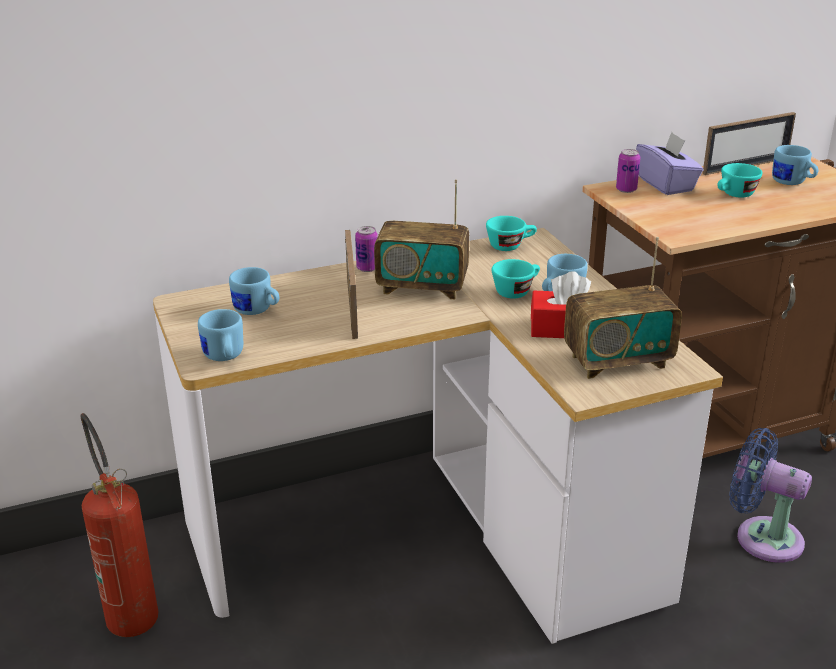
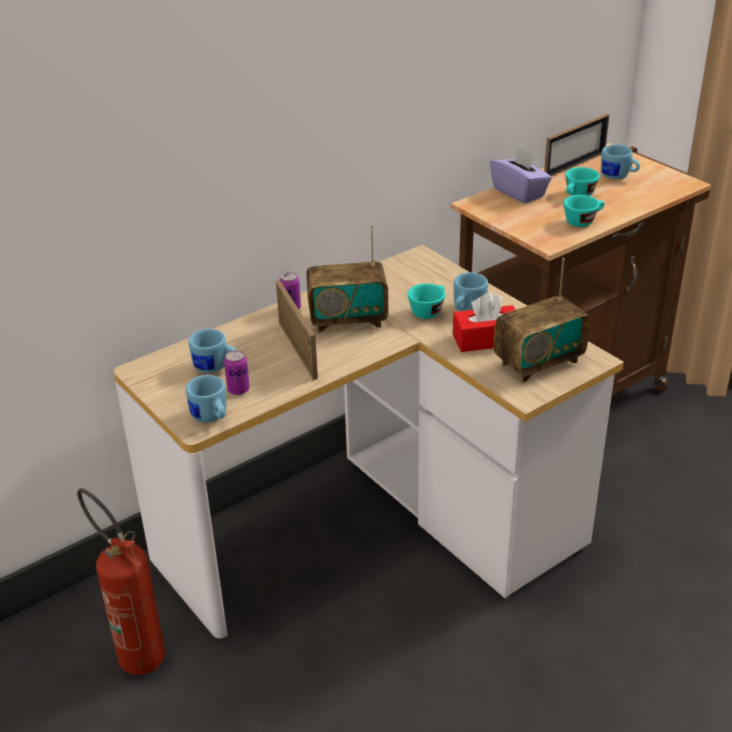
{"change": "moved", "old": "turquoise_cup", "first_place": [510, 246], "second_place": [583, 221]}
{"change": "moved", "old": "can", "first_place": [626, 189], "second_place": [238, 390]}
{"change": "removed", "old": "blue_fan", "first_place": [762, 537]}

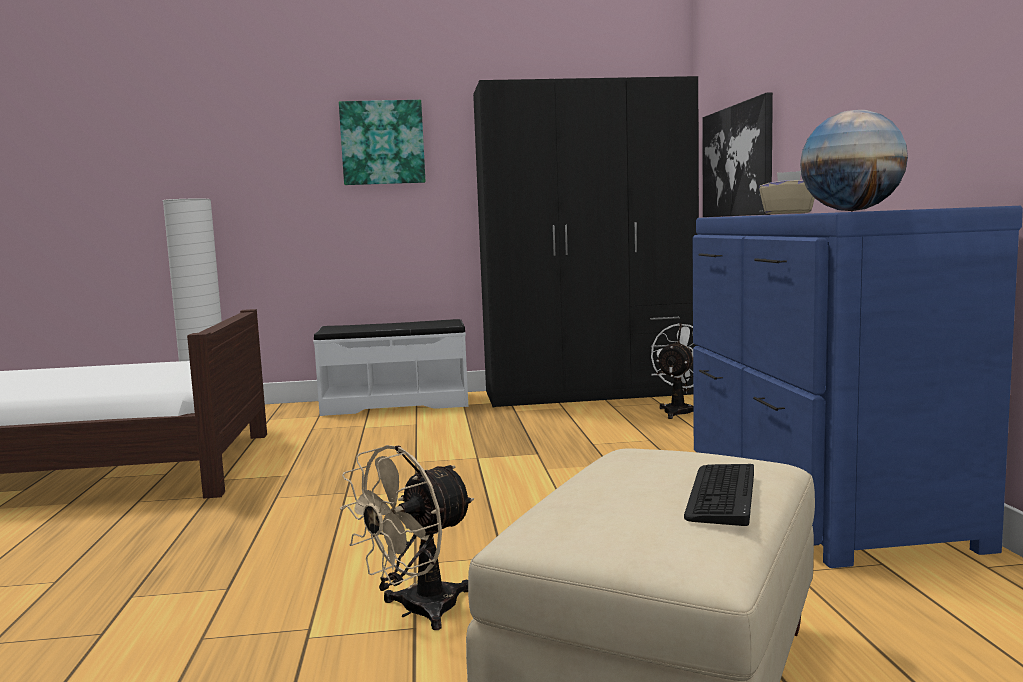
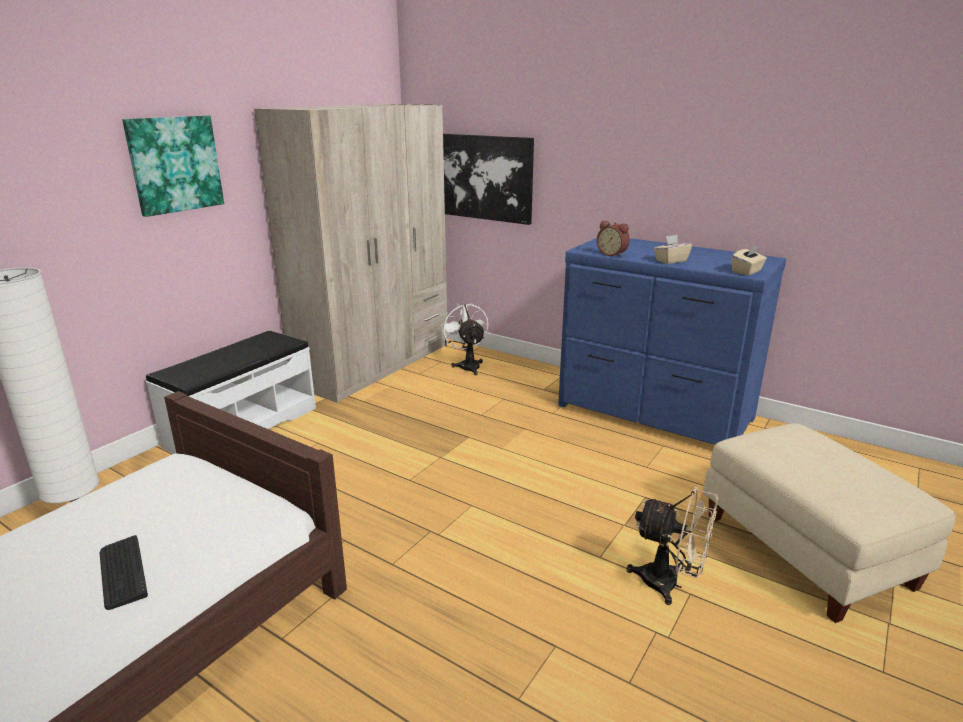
{"change": "turned", "old": "beige_fan", "first_place": [417, 611], "second_place": [670, 584], "degrees": -60}
{"change": "recoloured", "old": "black_wardrobe", "new": "beige_wardrobe", "first_place": [590, 393], "second_place": [375, 364]}
{"change": "moved", "old": "keyboard", "first_place": [721, 494], "second_place": [122, 572]}
{"change": "replaced", "old": "globe", "new": "beige_tissue_box", "first_place": [852, 211], "second_place": [747, 272]}
{"change": "added", "new": "alarm_clock", "second_place": [612, 254]}

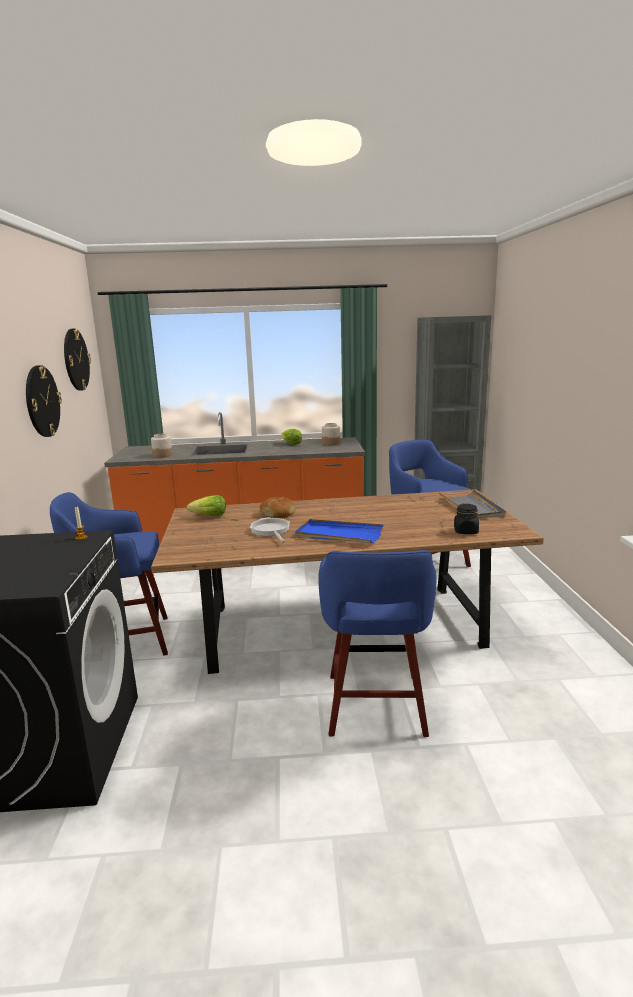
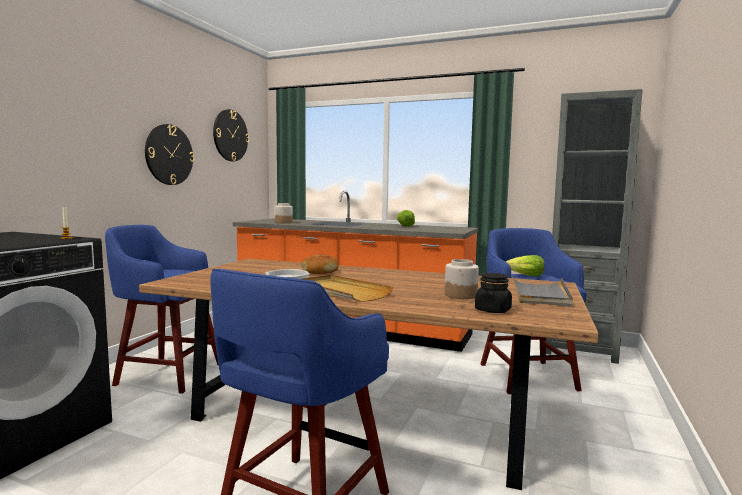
{"change": "moved", "old": "lettuce", "first_place": [209, 516], "second_place": [525, 276]}
{"change": "recoloured", "old": "blue_tray", "new": "beige_tray", "first_place": [338, 535], "second_place": [341, 291]}
{"change": "moved", "old": "jar", "first_place": [331, 443], "second_place": [461, 295]}

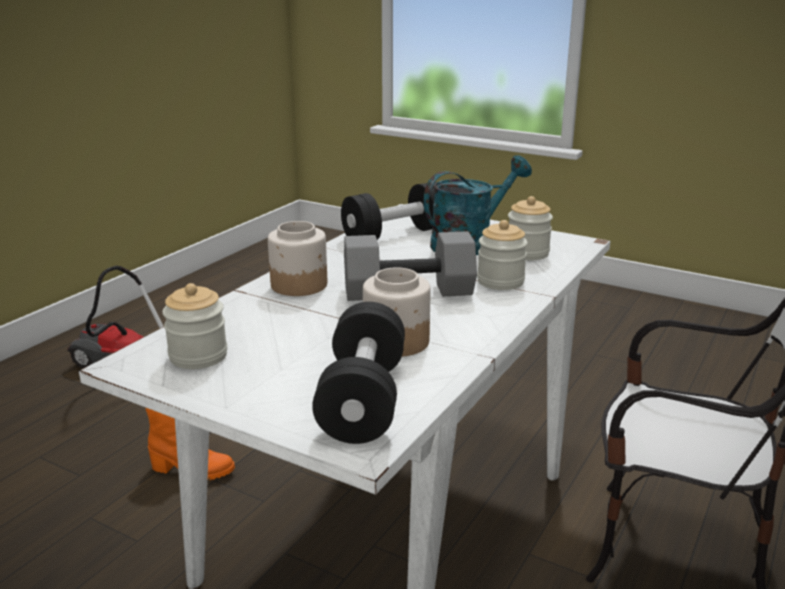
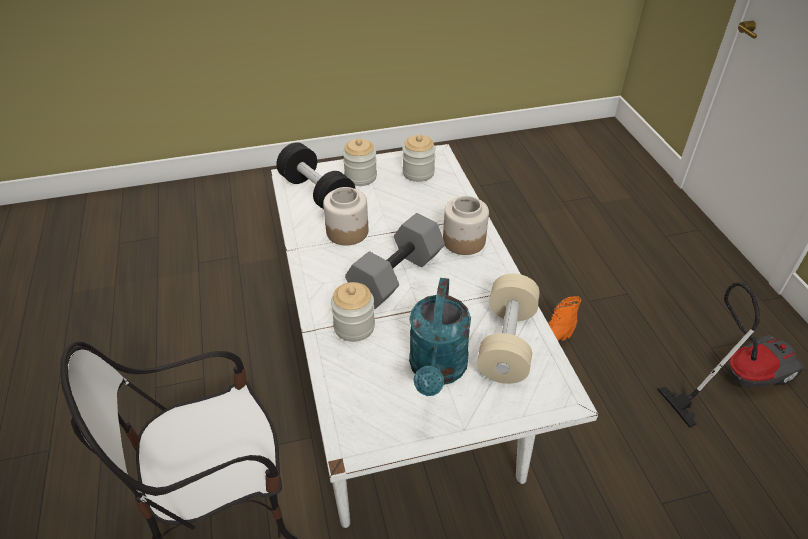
{"change": "recoloured", "old": "black_dumbbell", "new": "beige_dumbbell", "first_place": [395, 235], "second_place": [506, 342]}
{"change": "moved", "old": "jar", "first_place": [527, 253], "second_place": [360, 177]}

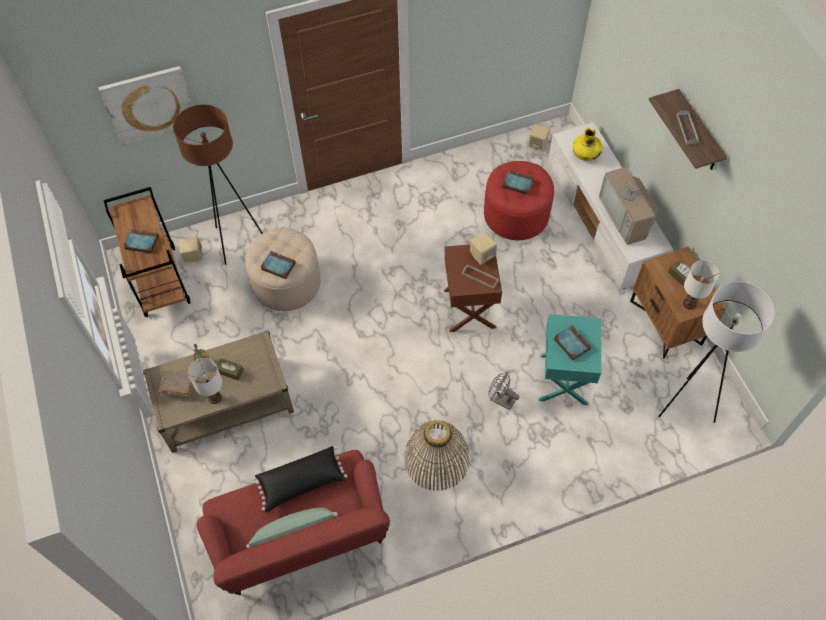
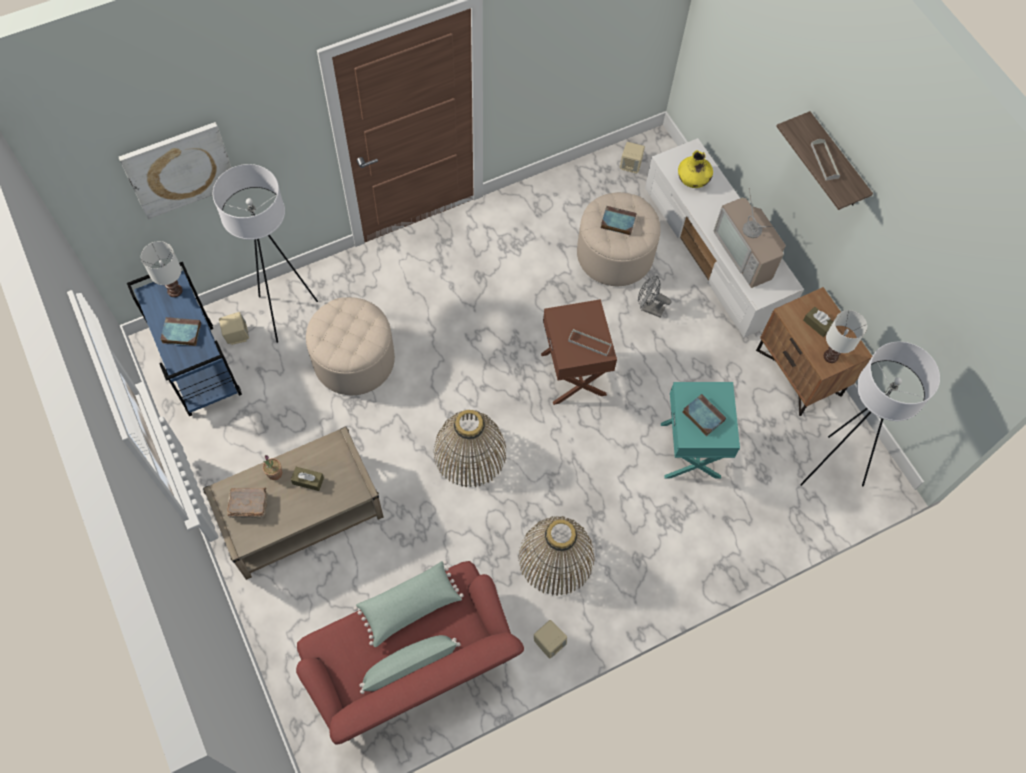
{"change": "recoloured", "old": "brown_cart", "new": "blue_cart", "first_place": [159, 280], "second_place": [199, 369]}
{"change": "recoloured", "old": "brown_floor_lamp", "new": "white_floor_lamp", "first_place": [235, 241], "second_place": [285, 313]}
{"change": "moved", "old": "white_table_lamp", "first_place": [215, 397], "second_place": [175, 290]}
{"change": "recoloured", "old": "black_pillow", "new": "green_pillow", "first_place": [301, 482], "second_place": [410, 606]}
{"change": "removed", "old": "book", "first_place": [277, 266]}
{"change": "moved", "old": "beige_speaker", "first_place": [482, 255], "second_place": [549, 642]}
{"change": "recoloured", "old": "red_ottoman", "new": "beige_ottoman", "first_place": [516, 215], "second_place": [615, 254]}
{"change": "moved", "old": "grey_fan", "first_place": [500, 400], "second_place": [649, 308]}
{"change": "added", "new": "basket", "second_place": [470, 453]}

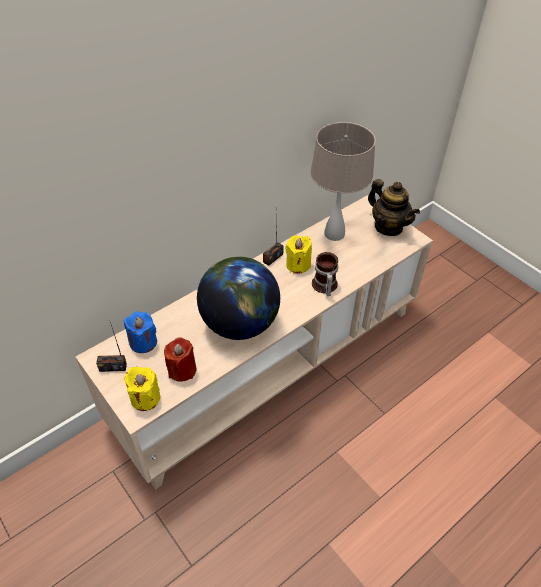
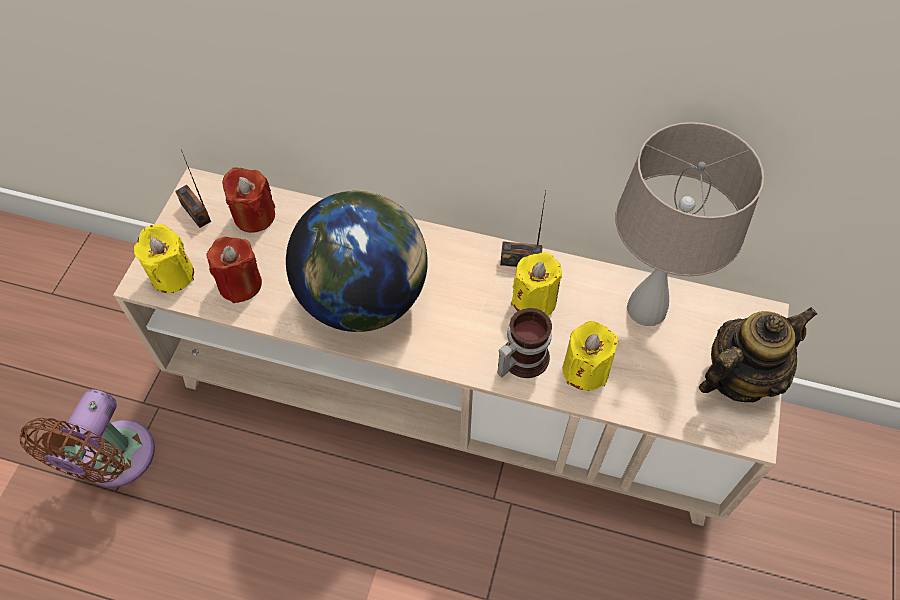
{"change": "recoloured", "old": "blue_candle", "new": "red_candle", "first_place": [143, 342], "second_place": [254, 216]}
{"change": "turned", "old": "teapot", "first_place": [388, 227], "second_place": [738, 377], "degrees": -135}
{"change": "added", "new": "brown_fan", "second_place": [115, 461]}
{"change": "added", "new": "yellow_candle", "second_place": [585, 370]}

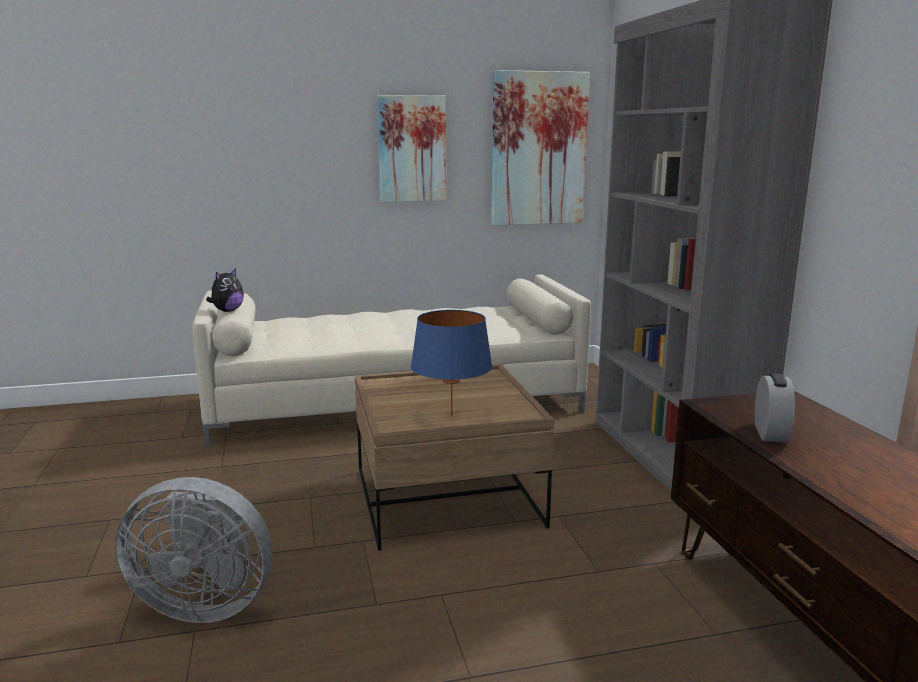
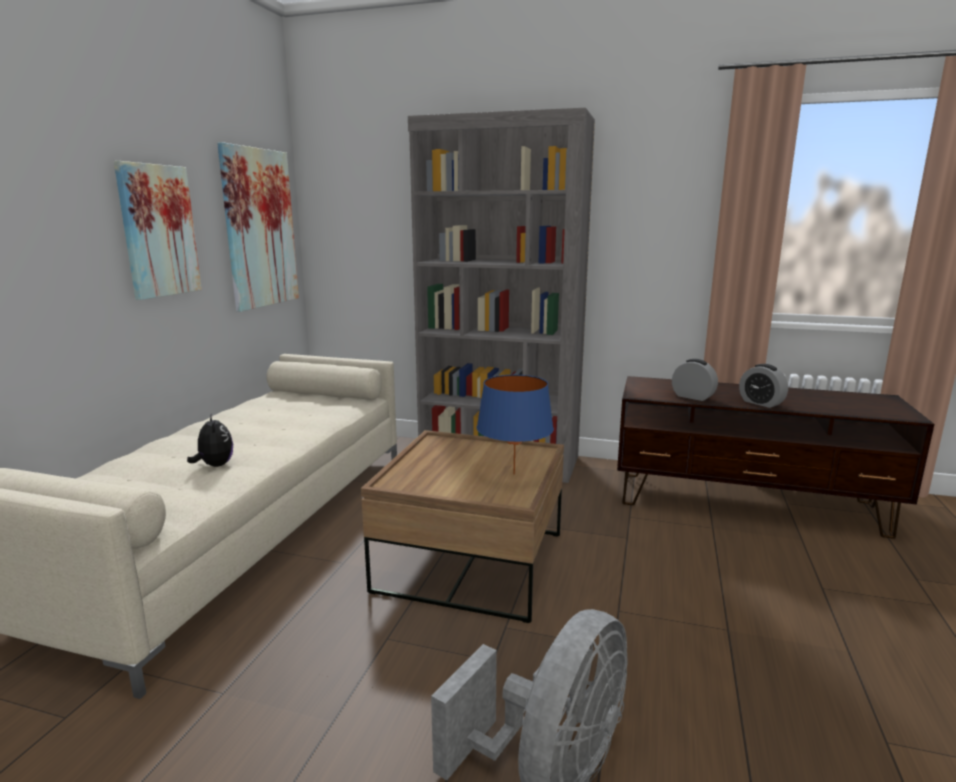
{"change": "moved", "old": "plush_toy", "first_place": [227, 311], "second_place": [215, 465]}
{"change": "added", "new": "alarm_clock", "second_place": [761, 403]}

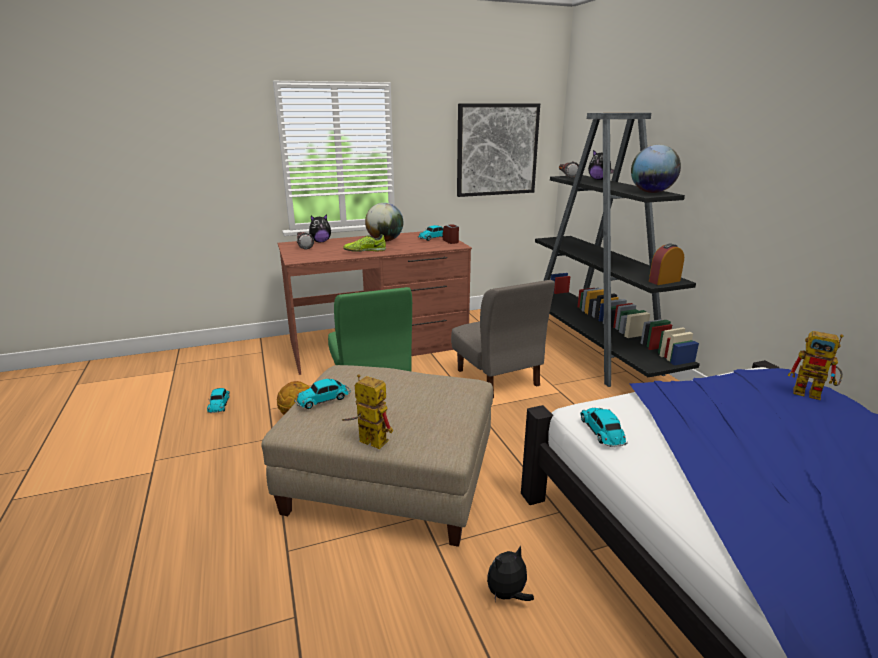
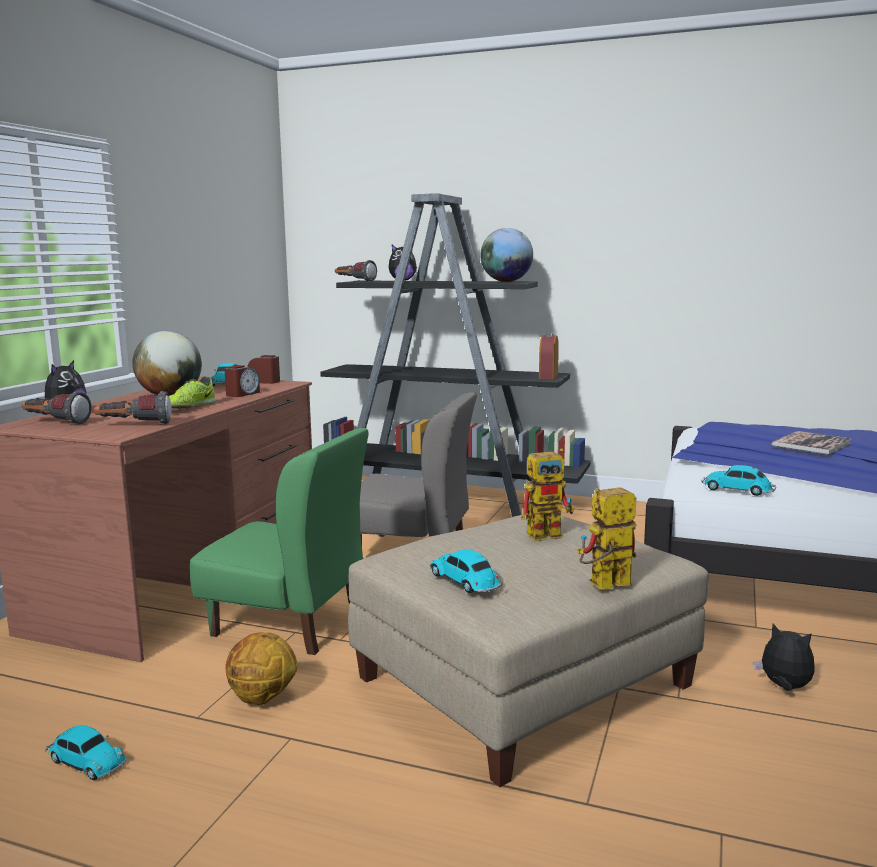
{"change": "turned", "old": "toy_car", "first_place": [324, 399], "second_place": [466, 582], "degrees": 135}
{"change": "removed", "old": "picture", "first_place": [497, 150]}
{"change": "turned", "old": "plush_toy", "first_place": [507, 595], "second_place": [784, 687], "degrees": 120}
{"change": "moved", "old": "toy_robot", "first_place": [813, 394], "second_place": [550, 533]}
{"change": "added", "new": "flashlight", "second_place": [134, 425]}
{"change": "added", "new": "alarm_clock", "second_place": [242, 394]}
{"change": "added", "new": "book", "second_place": [811, 444]}

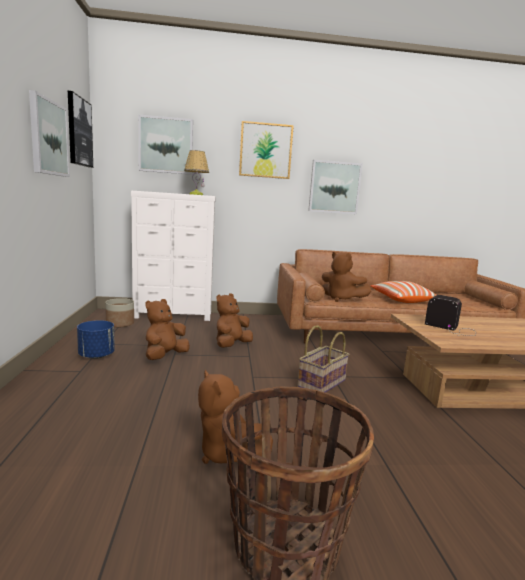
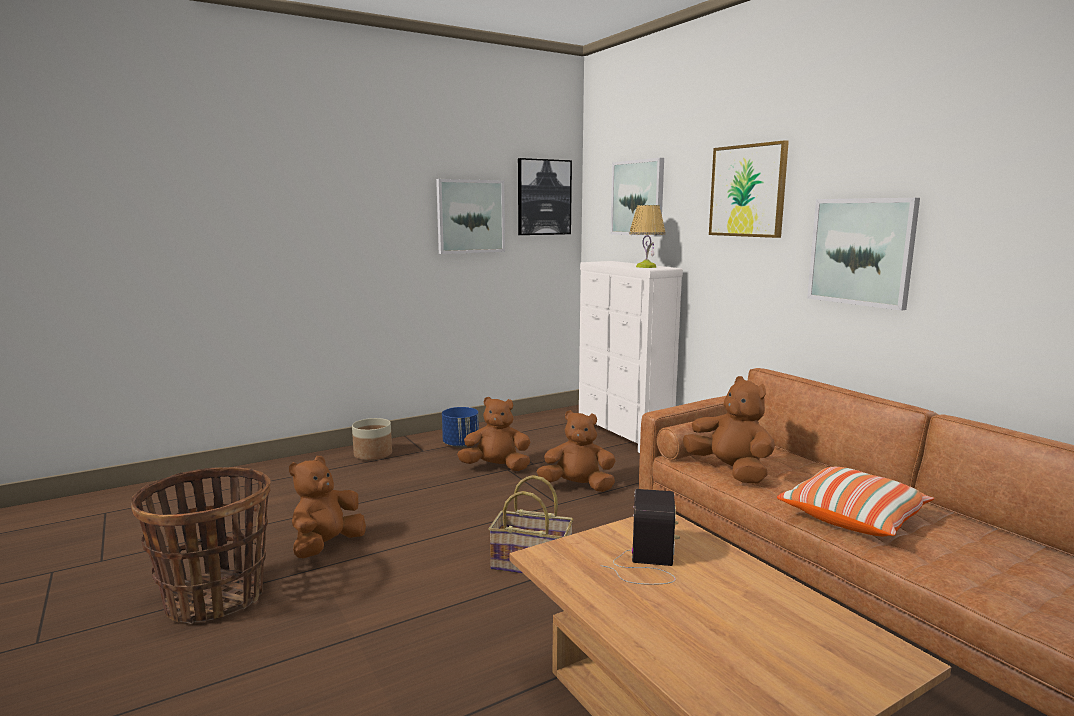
{"change": "moved", "old": "planter", "first_place": [120, 323], "second_place": [373, 454]}
{"change": "turned", "old": "brown_plush_toy", "first_place": [341, 299], "second_place": [730, 471], "degrees": 135}

